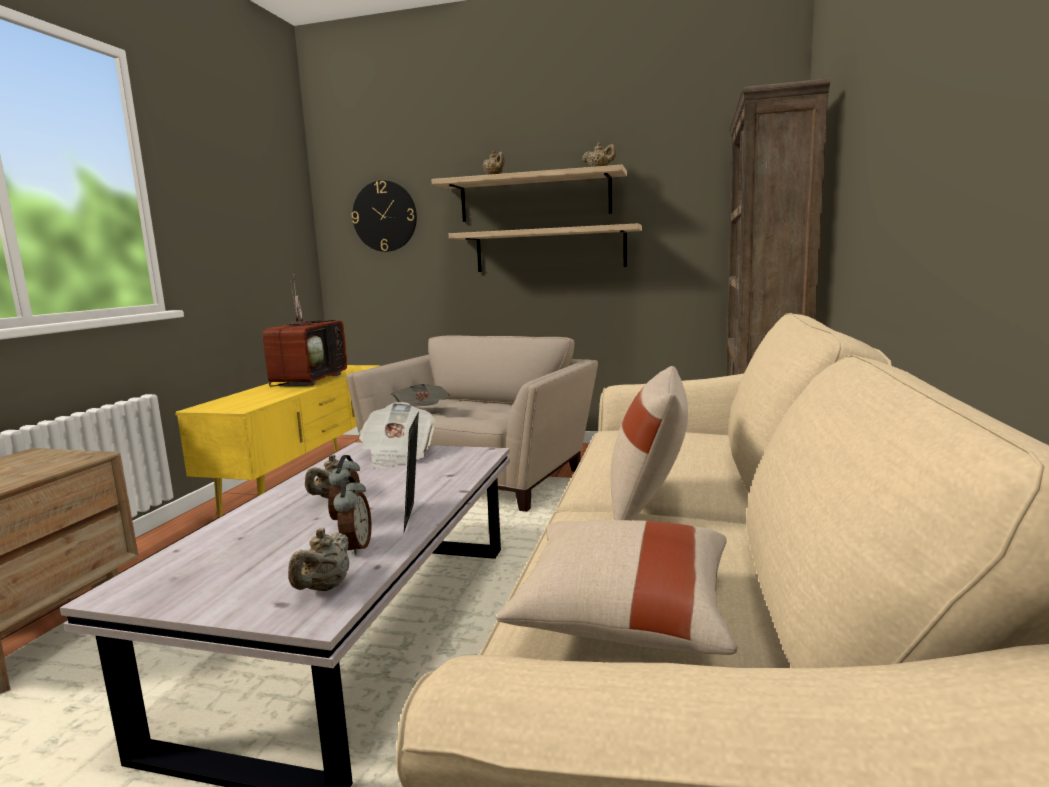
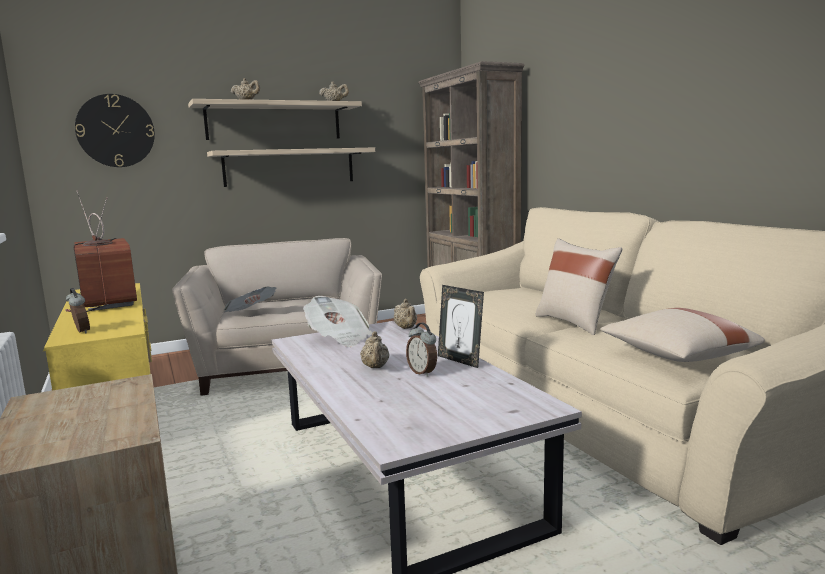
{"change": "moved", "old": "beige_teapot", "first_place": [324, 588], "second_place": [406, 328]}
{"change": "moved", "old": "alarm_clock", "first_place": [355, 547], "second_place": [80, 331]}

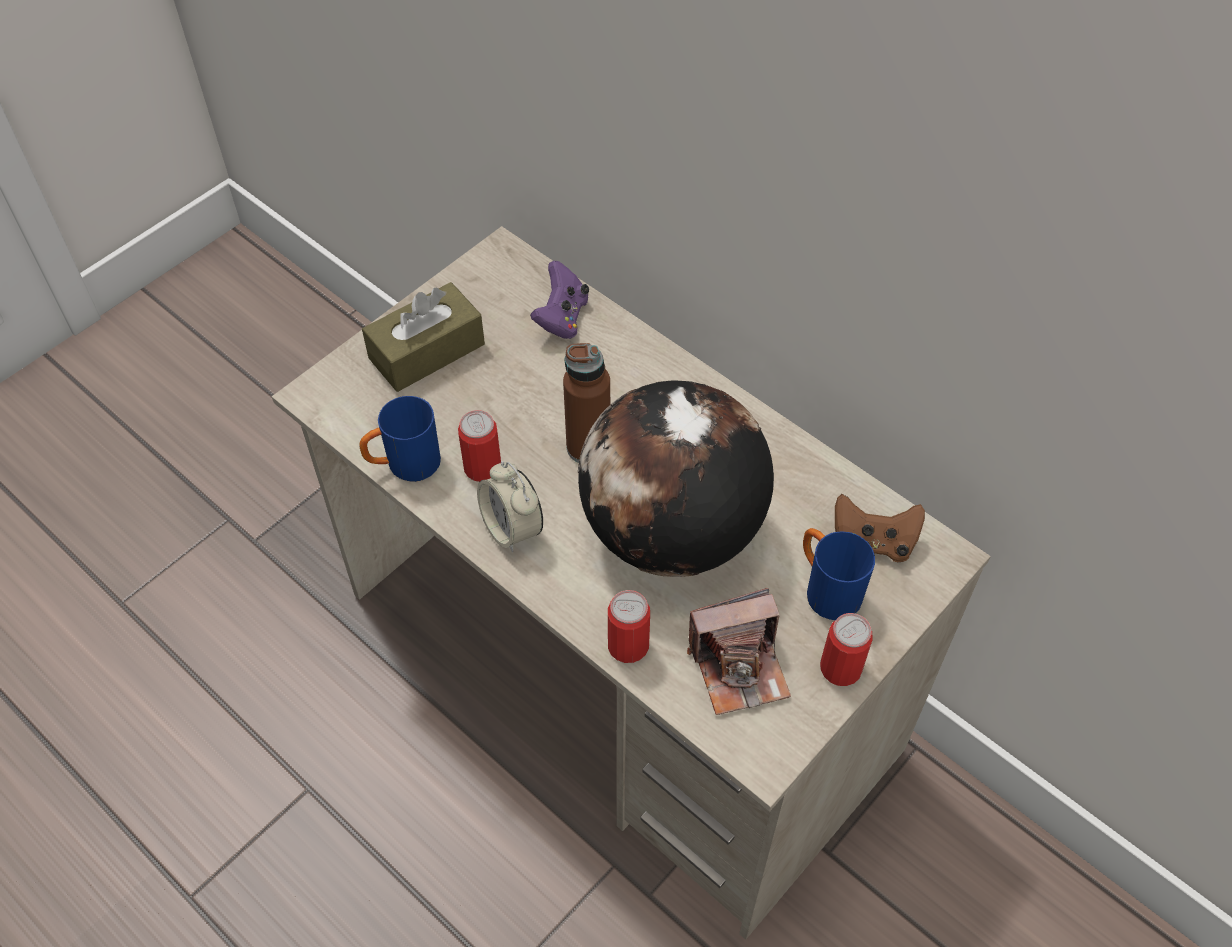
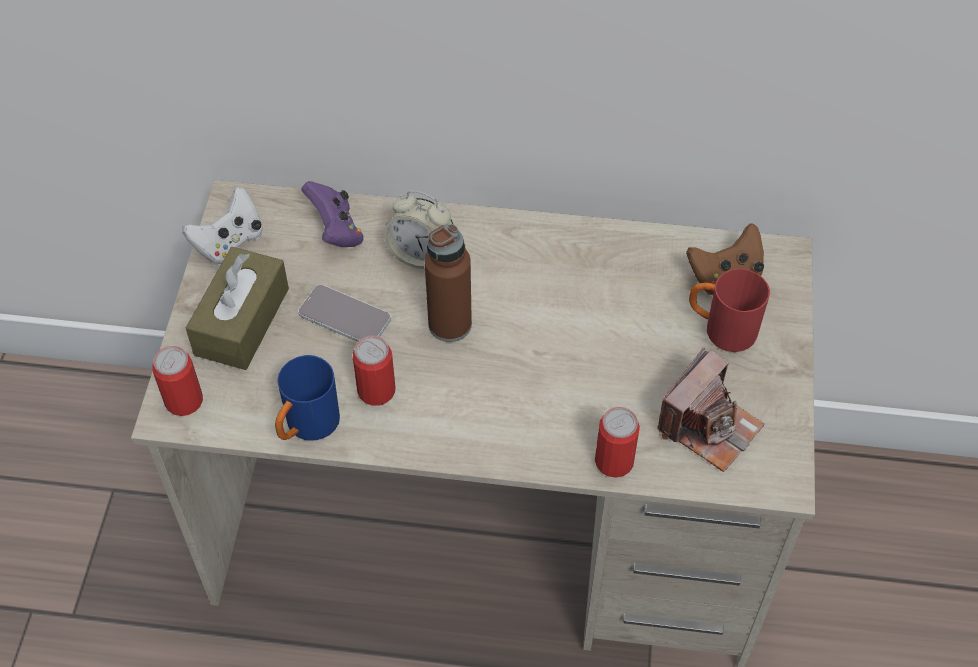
{"change": "moved", "old": "alarm_clock", "first_place": [512, 528], "second_place": [421, 254]}
{"change": "removed", "old": "globe", "first_place": [671, 533]}
{"change": "recoloured", "old": "blue_mug", "new": "red_mug", "first_place": [826, 588], "second_place": [720, 329]}
{"change": "moved", "old": "can", "first_place": [840, 668], "second_place": [184, 400]}
{"change": "added", "new": "white_game_controller", "second_place": [229, 242]}
{"change": "added", "new": "phone", "second_place": [344, 316]}

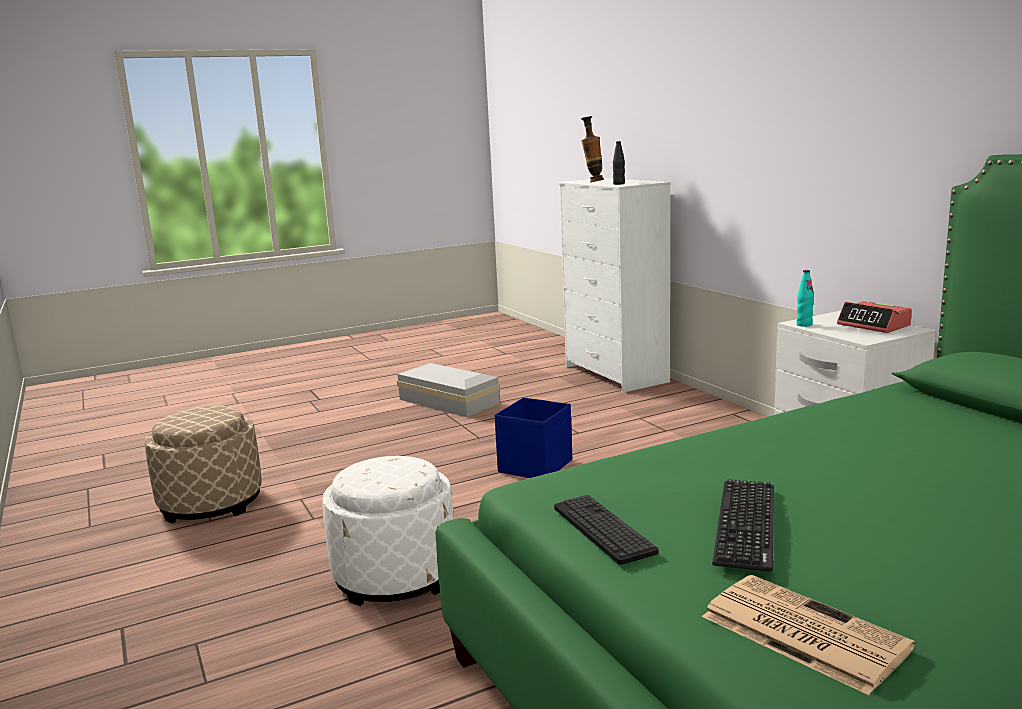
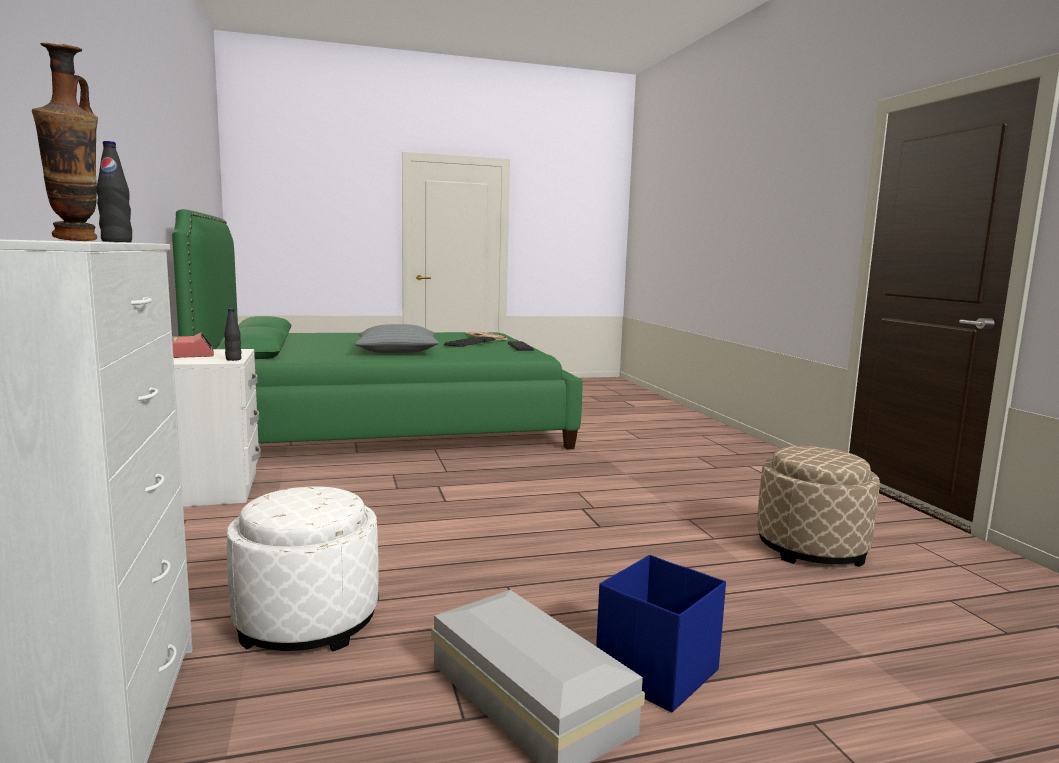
{"change": "moved", "old": "white_ottoman", "first_place": [395, 576], "second_place": [307, 621]}
{"change": "moved", "old": "blue_storage_box", "first_place": [536, 466], "second_place": [655, 673]}
{"change": "recoloured", "old": "turquoise_bottle", "new": "black_bottle", "first_place": [804, 325], "second_place": [233, 359]}
{"change": "added", "new": "grey_pillow", "second_place": [397, 351]}

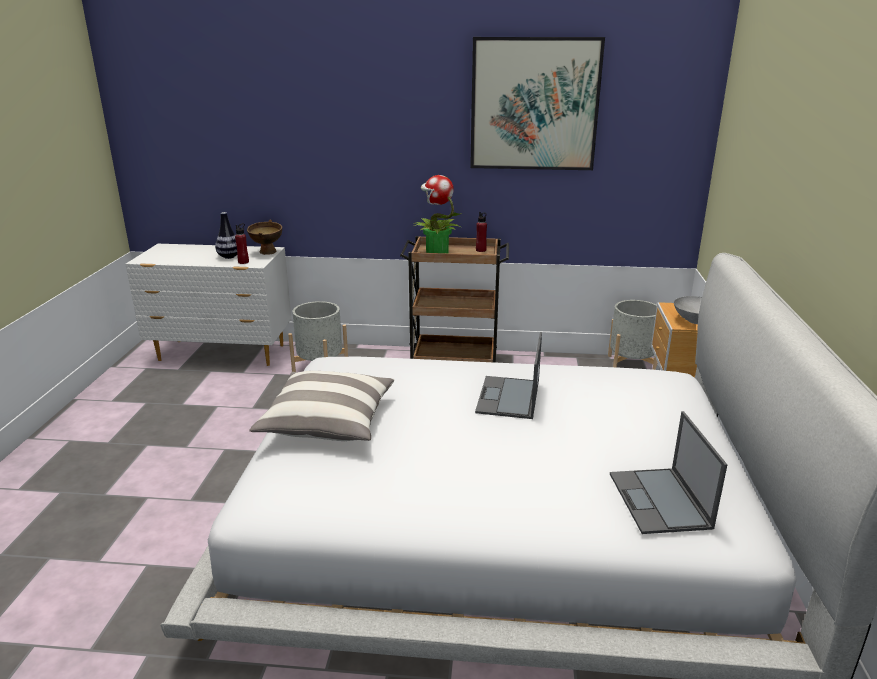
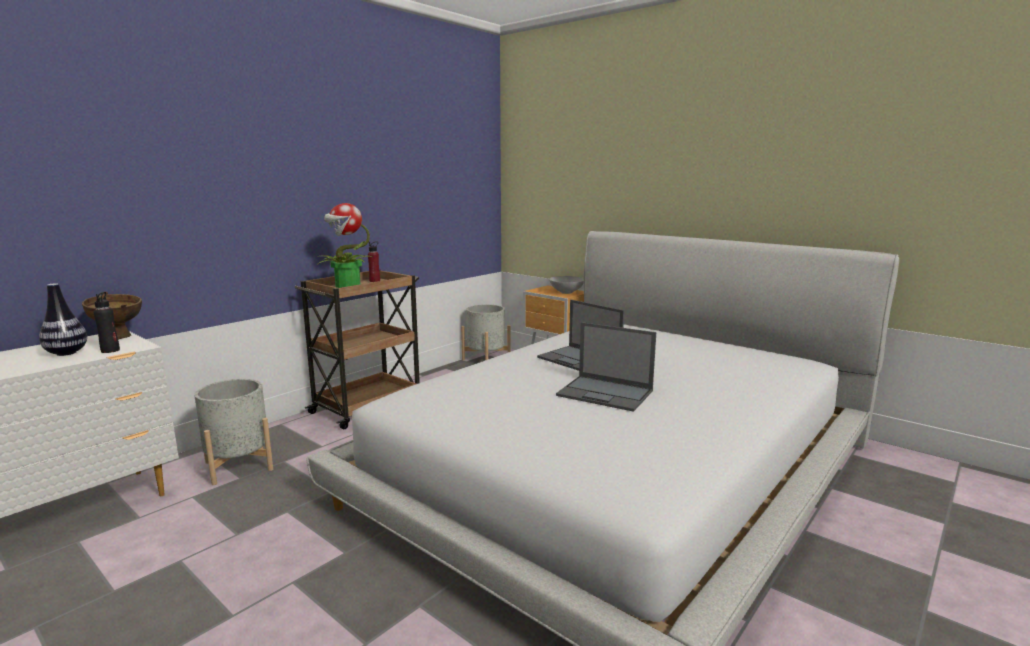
{"change": "recoloured", "old": "red_bottle", "new": "black_bottle", "first_place": [243, 262], "second_place": [110, 350]}
{"change": "removed", "old": "pillow", "first_place": [328, 422]}
{"change": "removed", "old": "picture", "first_place": [534, 104]}
{"change": "moved", "old": "laptop", "first_place": [660, 501], "second_place": [606, 393]}

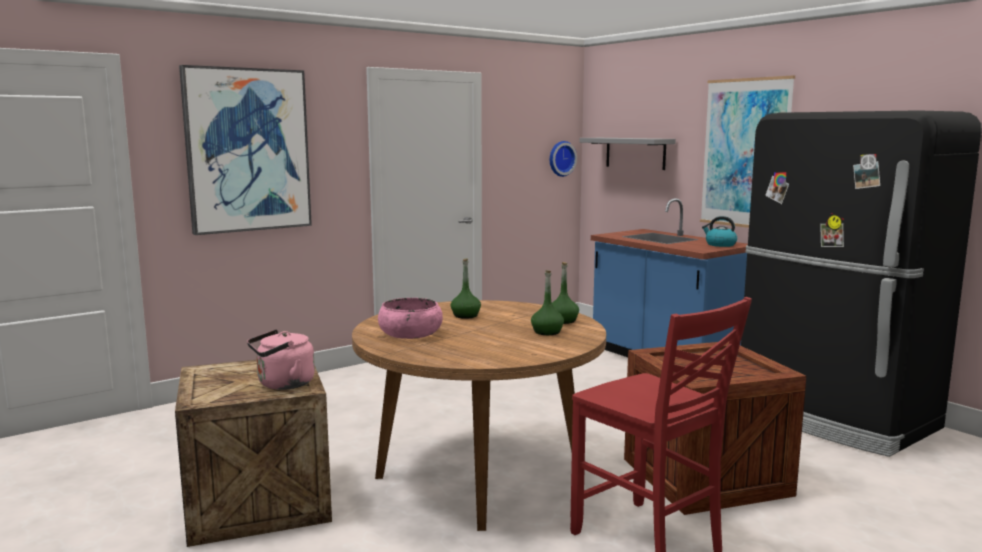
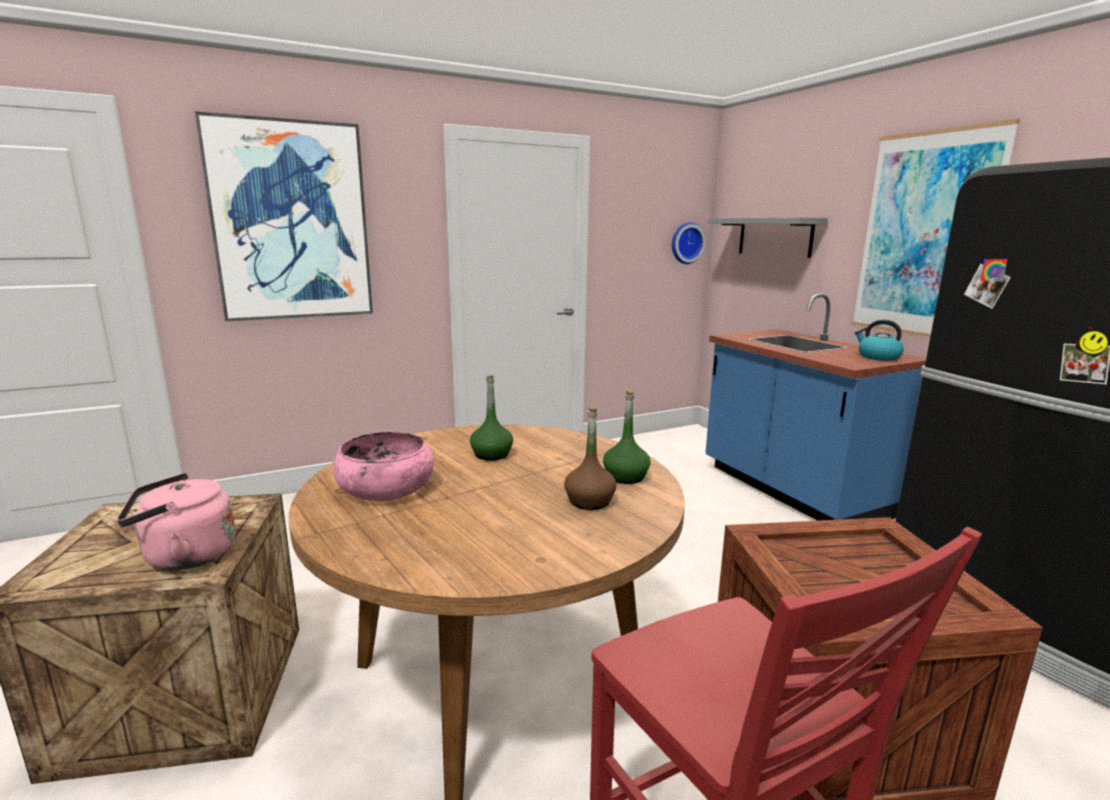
{"change": "recoloured", "old": "green_bottle", "new": "brown_bottle", "first_place": [547, 332], "second_place": [589, 501]}

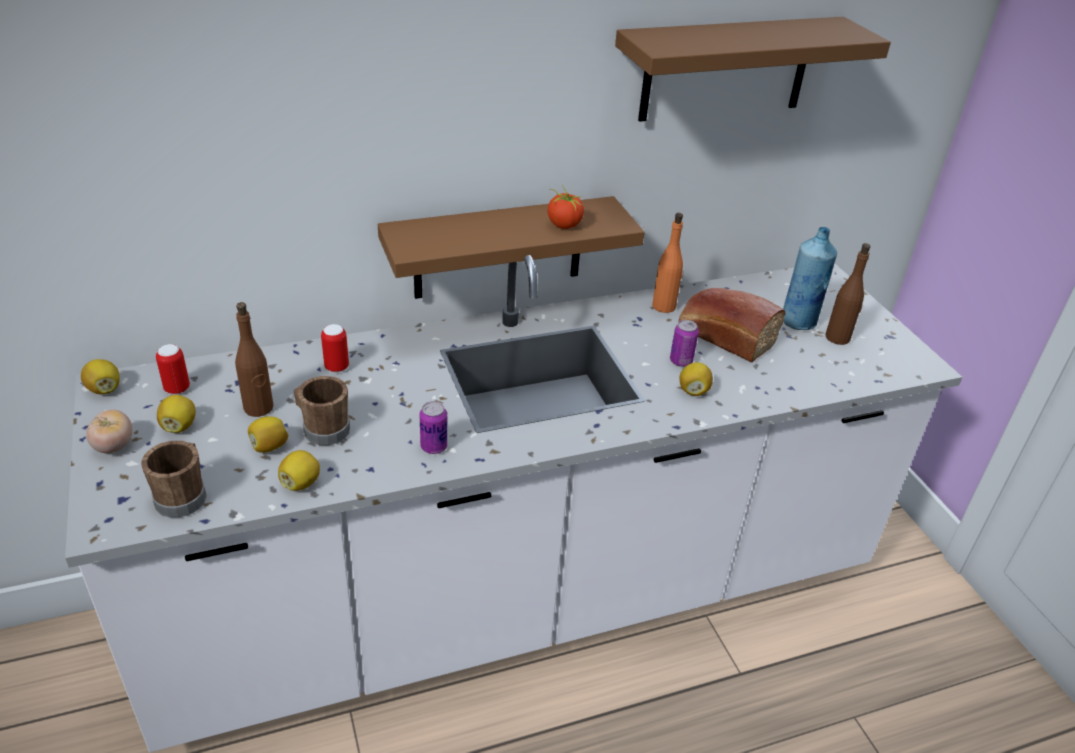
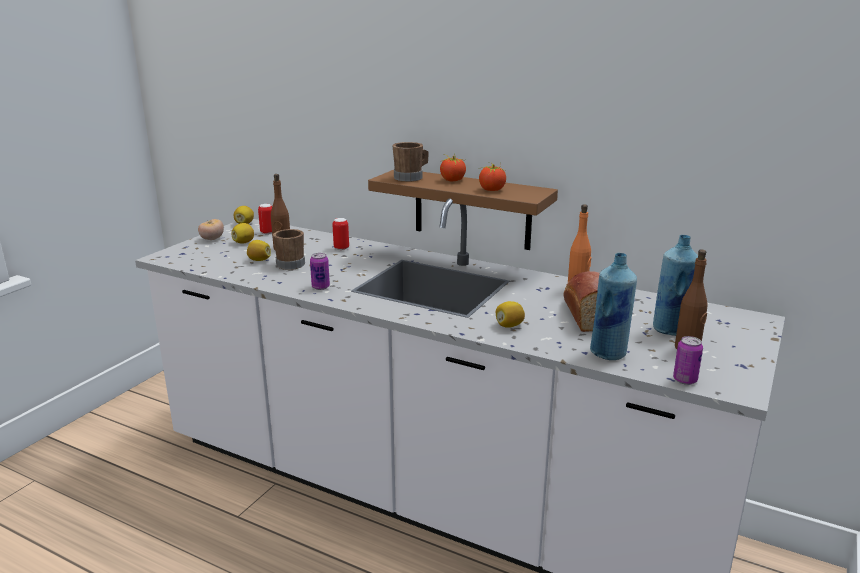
{"change": "moved", "old": "brown_mug", "first_place": [183, 496], "second_place": [411, 177]}
{"change": "removed", "old": "lemon", "first_place": [301, 483]}
{"change": "removed", "old": "brown_shelf", "first_place": [726, 69]}
{"change": "moved", "old": "can", "first_place": [681, 361], "second_place": [685, 380]}
{"change": "added", "new": "tomato", "second_place": [452, 180]}
{"change": "added", "new": "blue_bottle", "second_place": [608, 353]}

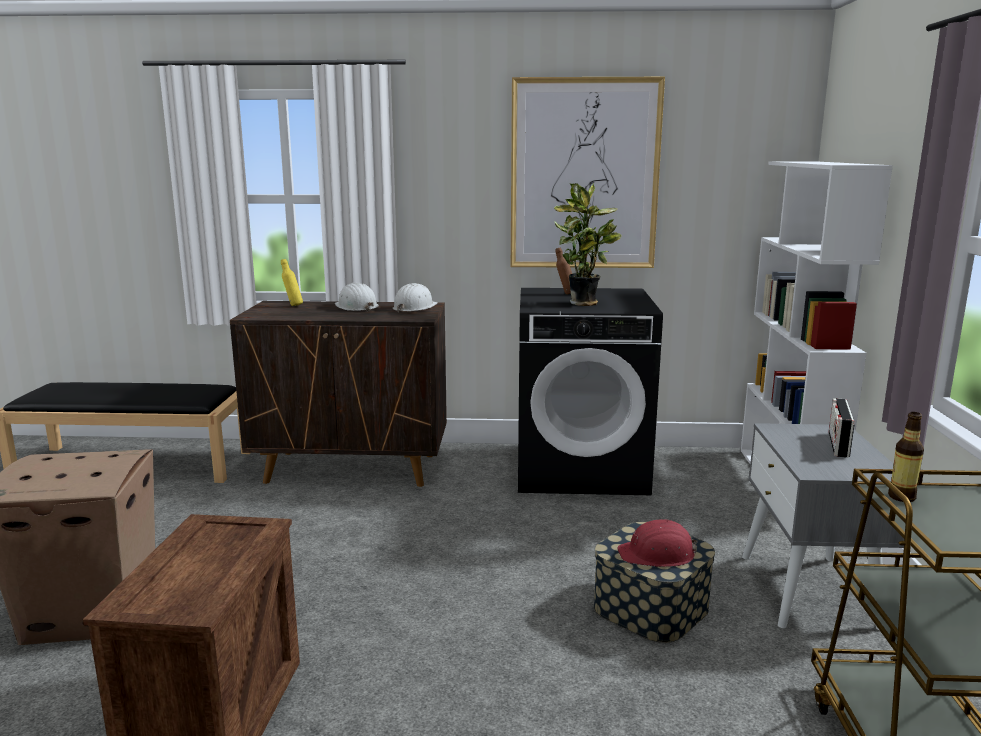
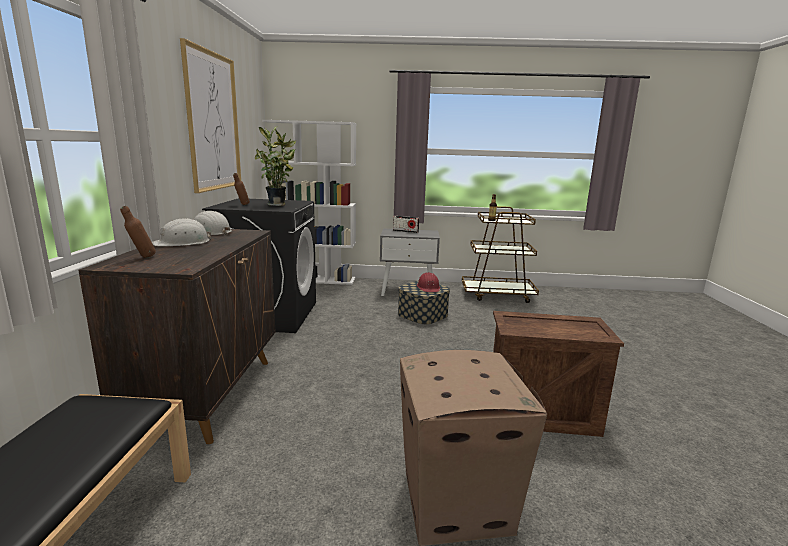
{"change": "recoloured", "old": "yellow_bottle", "new": "brown_bottle", "first_place": [292, 305], "second_place": [142, 258]}

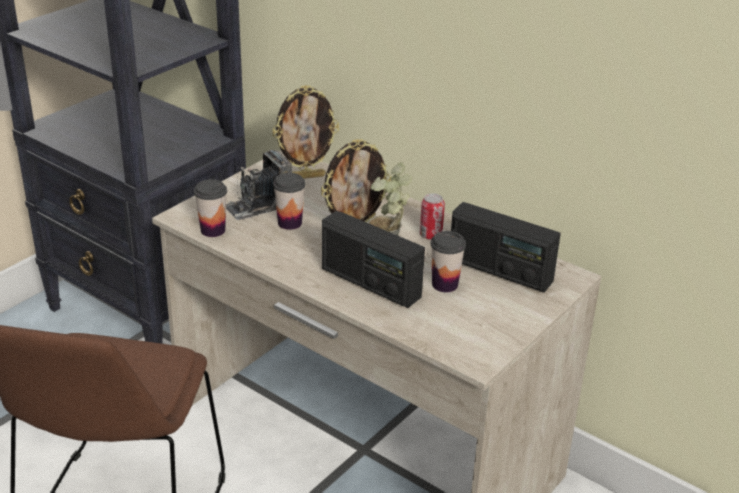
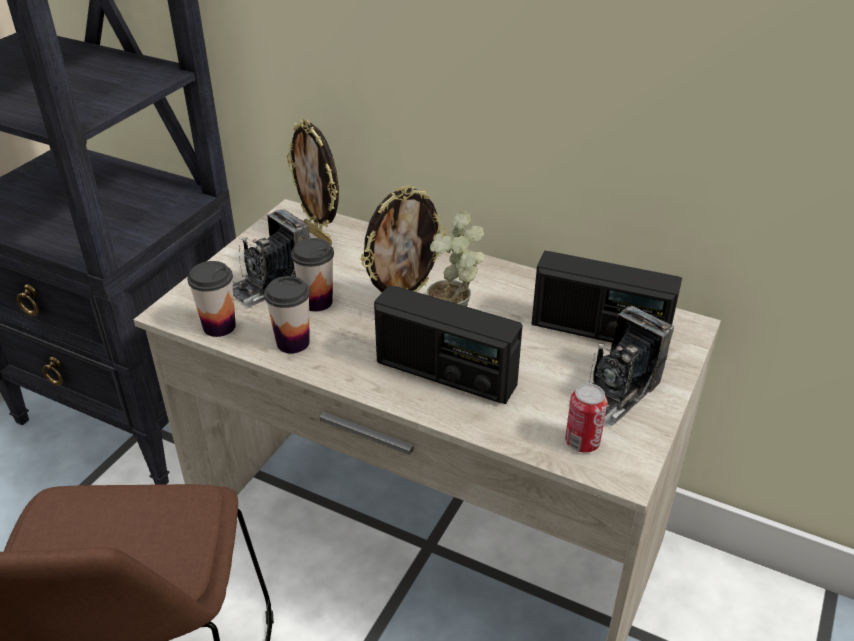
{"change": "turned", "old": "picture_frame", "first_place": [305, 176], "second_place": [319, 235], "degrees": 75}
{"change": "moved", "old": "can", "first_place": [430, 235], "second_place": [582, 442]}
{"change": "moved", "old": "cup", "first_place": [444, 284], "second_place": [293, 343]}
{"change": "added", "new": "photo_camera", "second_place": [616, 392]}

